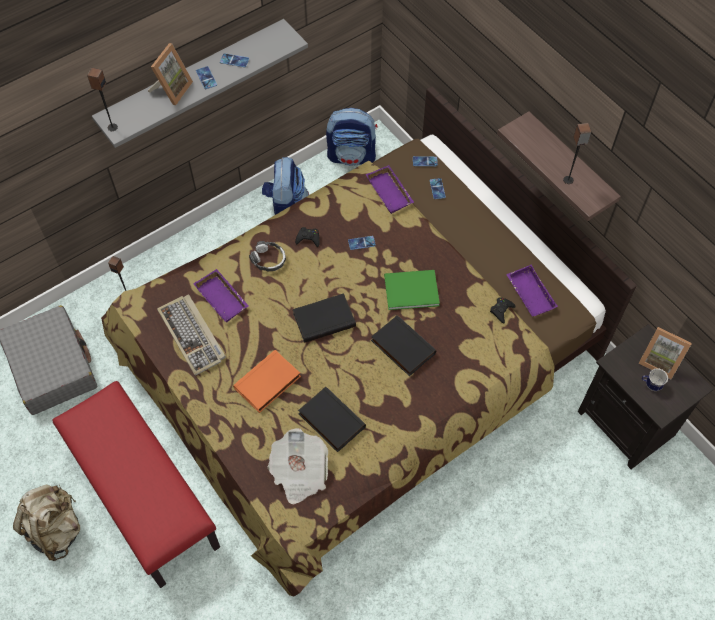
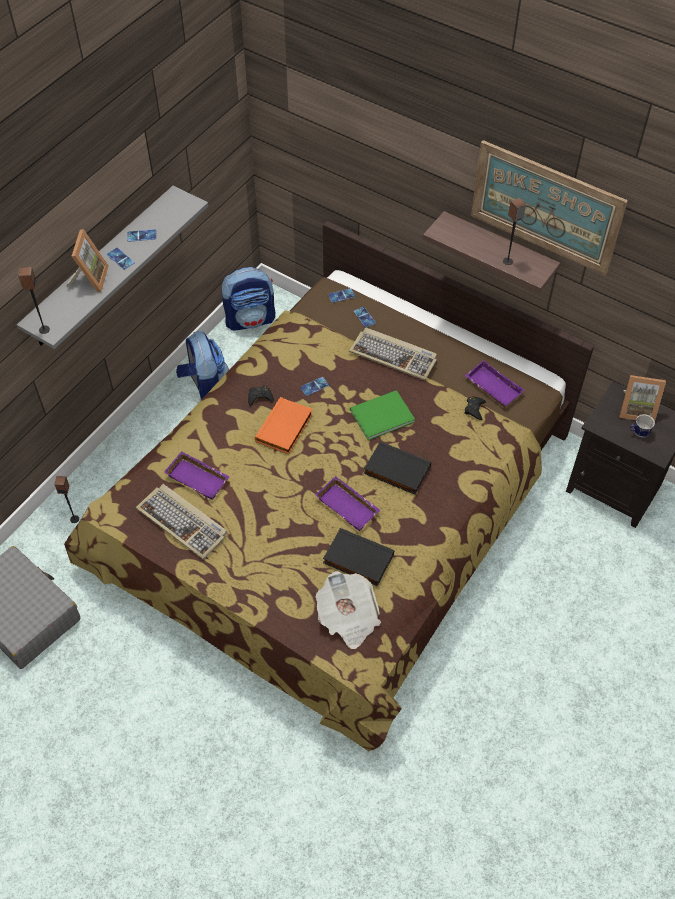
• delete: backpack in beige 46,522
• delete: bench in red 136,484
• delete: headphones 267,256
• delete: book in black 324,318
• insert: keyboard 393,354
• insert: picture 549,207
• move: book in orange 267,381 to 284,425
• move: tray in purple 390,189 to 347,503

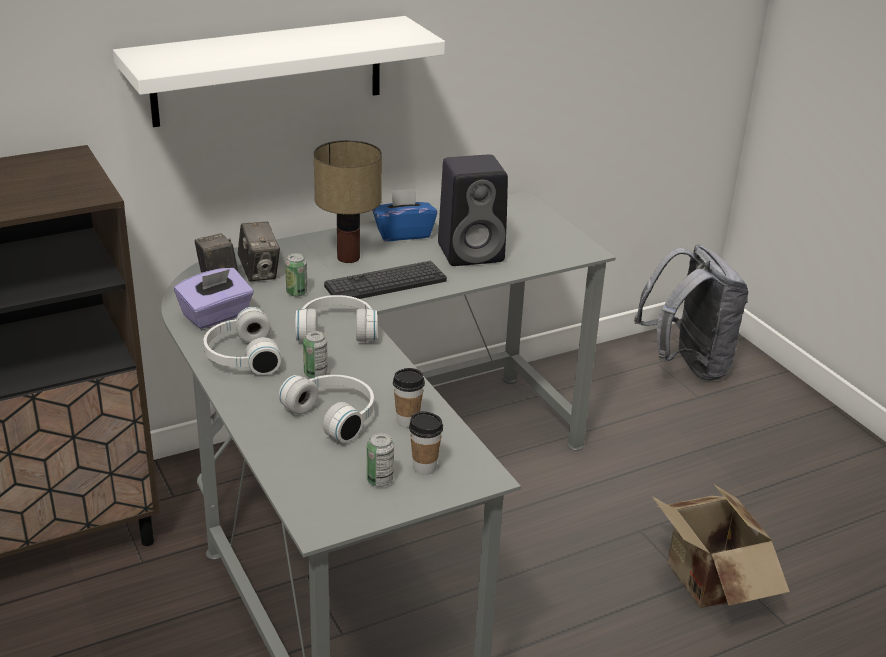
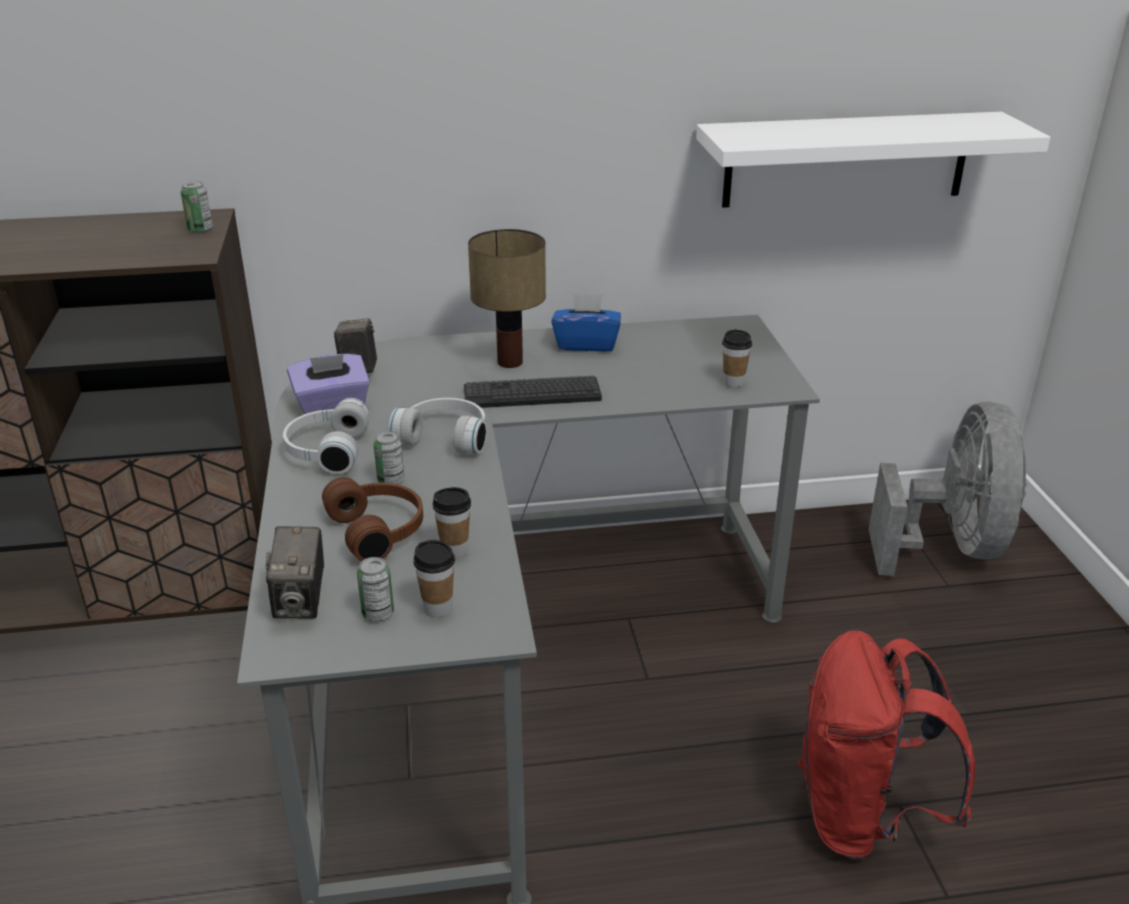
• delete: speaker in black 473,210
• insert: cup 737,358
• move: shelf in white 279,71 to 873,160
• move: photo camera 259,251 to 294,572
• move: can 296,275 to 197,207
• replace: backpack in grey 691,312 to fan in grey 948,489
• replace: cardboard box 721,545 to backpack in red 887,745
• recolor: headphones in white 326,409 to headphones in brown 372,519

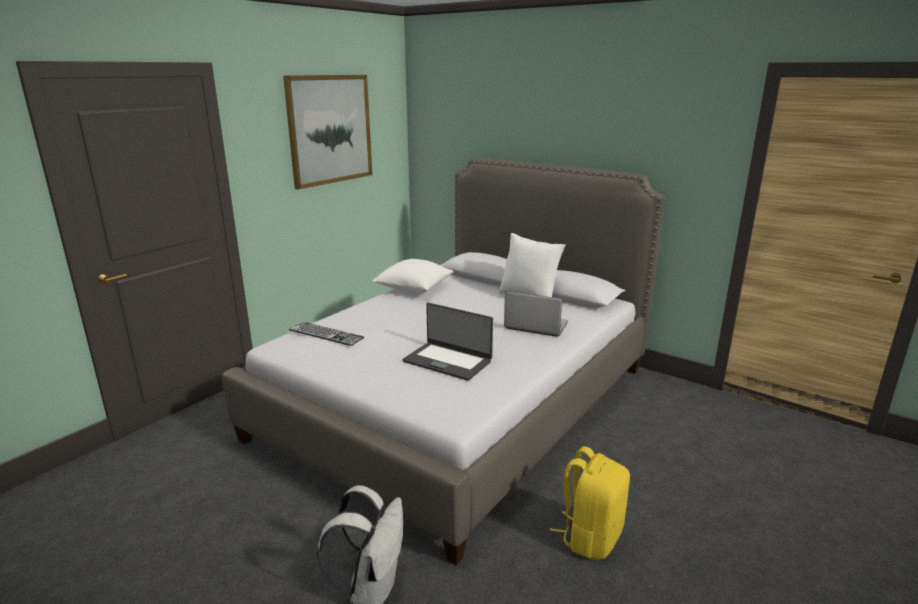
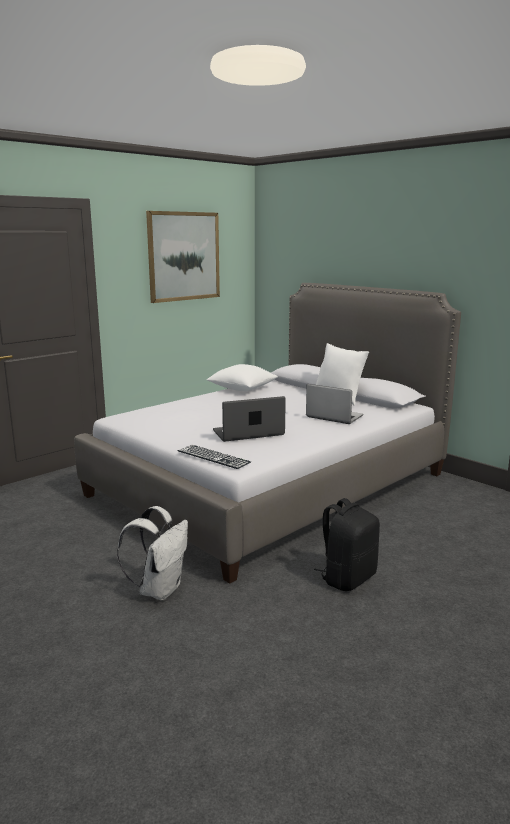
• move: keyboard 326,334 to 214,457
• recolor: backpack in yellow 590,503 to backpack in black 347,544
• rotate: laptop 448,342 = 249,419 120 degrees clockwise

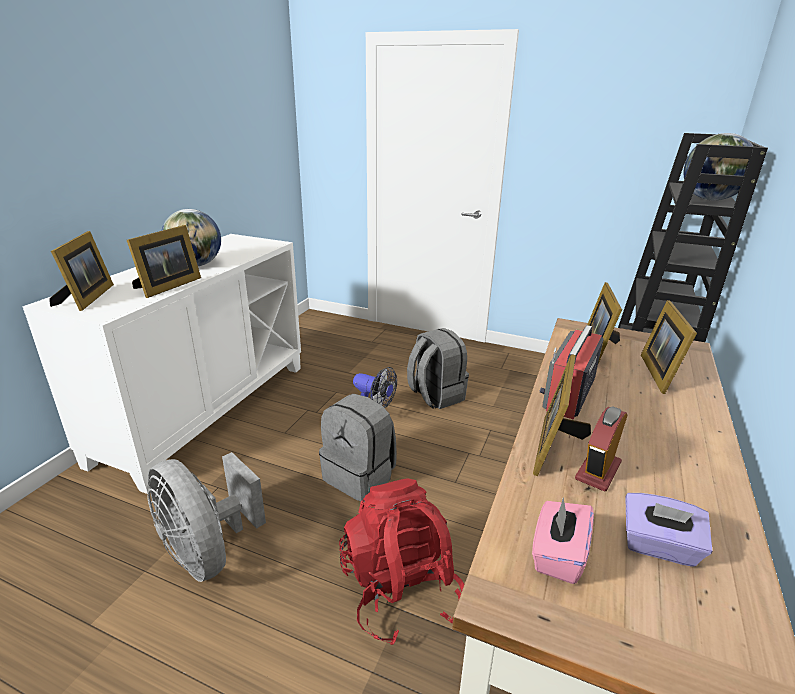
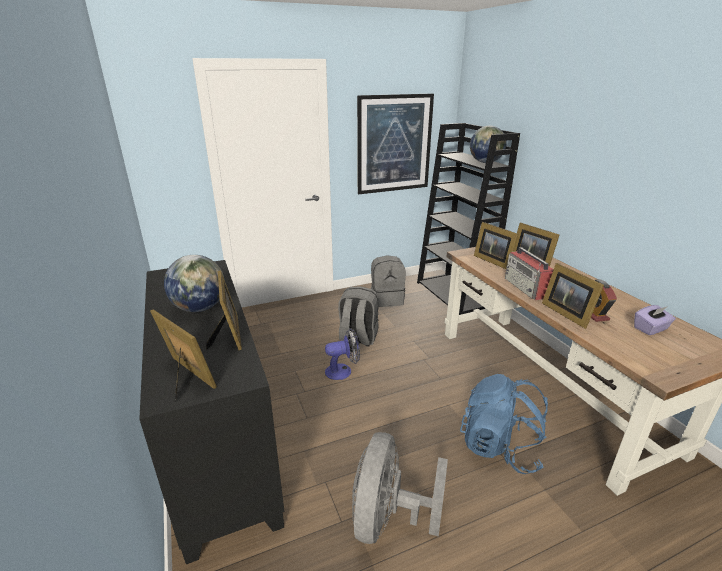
• delete: tissue box in pink 563,540
• insert: picture 395,144
• move: backpack in grey 358,448 to 388,281
• recolor: cabinet in white 161,364 to cabinet in black 212,412
• recolor: backpack in red 401,561 to backpack in blue 504,424
• rotate: fan in grey 206,517 = 400,488 105 degrees clockwise

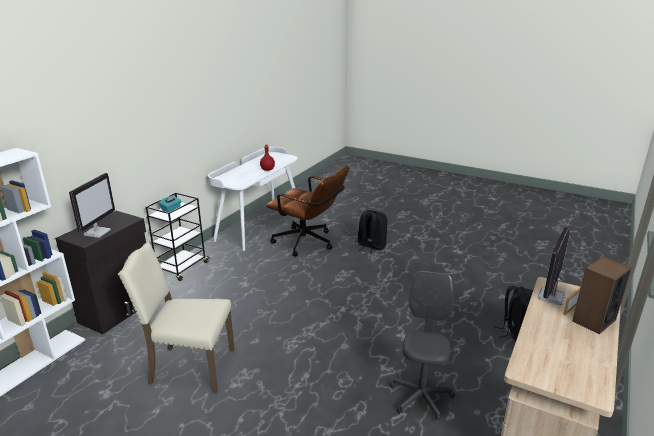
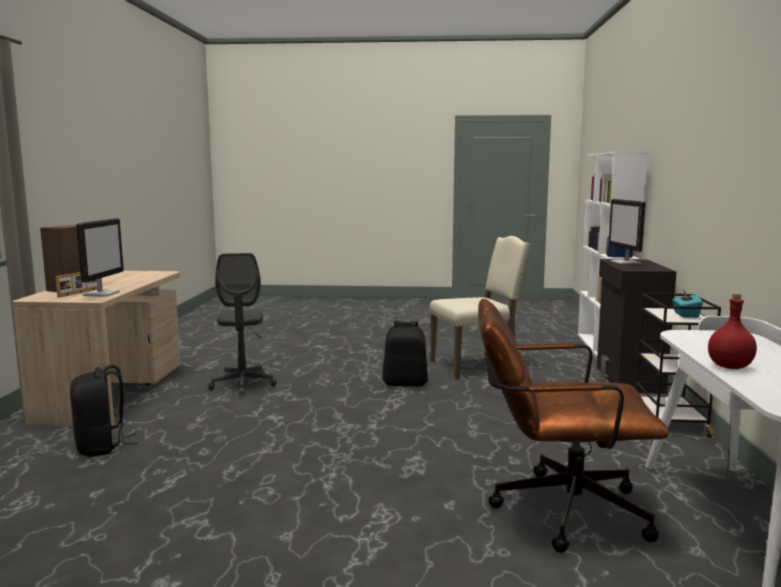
• move: backpack in black 372,232 to 405,353

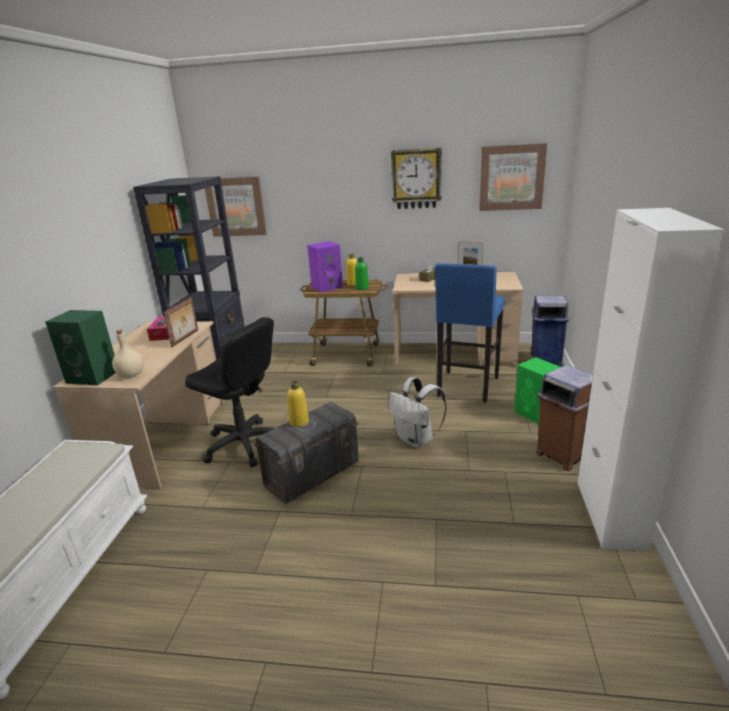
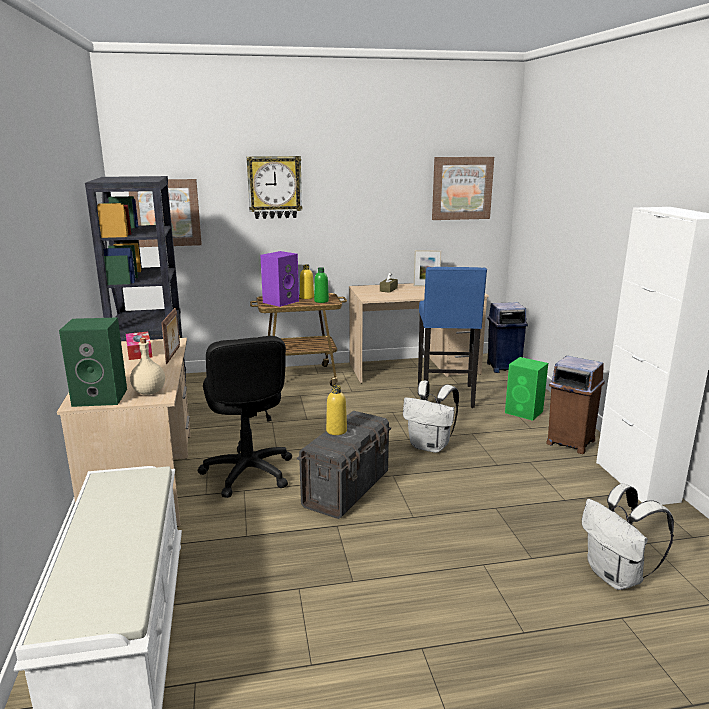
• insert: backpack in white 628,536
• move: wall clock 416,178 to 274,187
• rotate: office chair in black 230,392 = 245,417 60 degrees clockwise

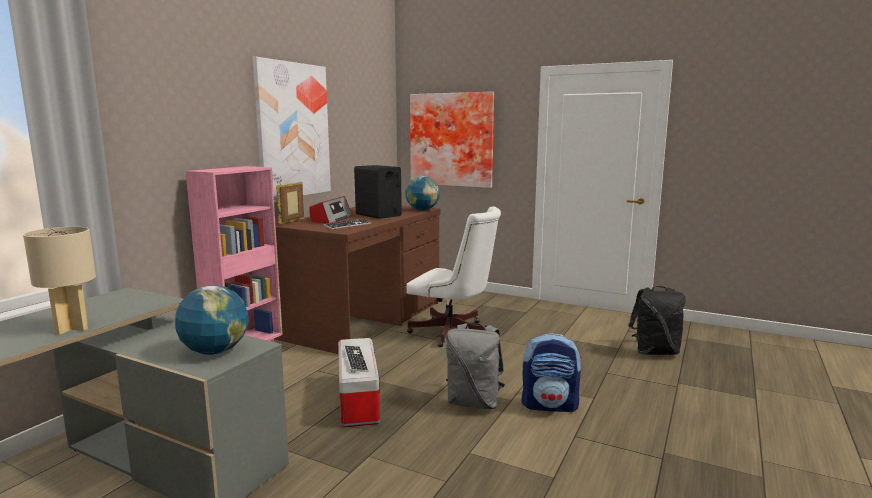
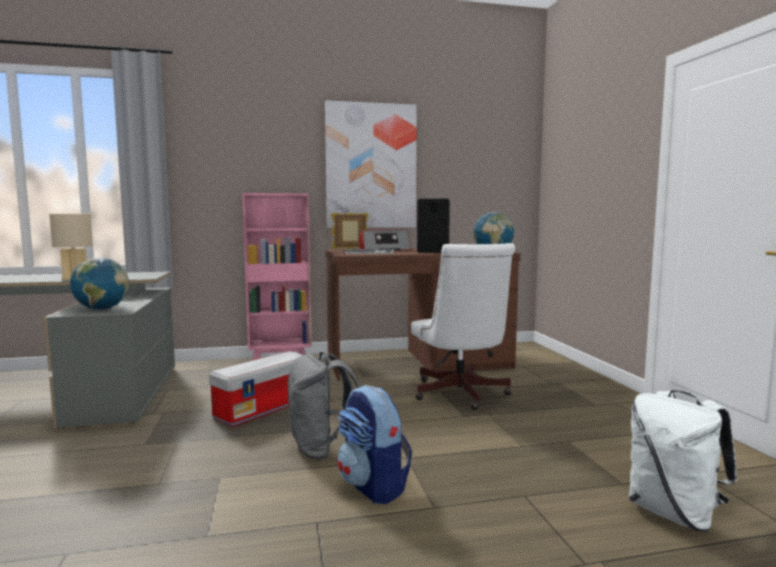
• delete: keyboard 356,359
• delete: picture 452,140
• recolor: backpack in black 656,320 to backpack in white 683,461

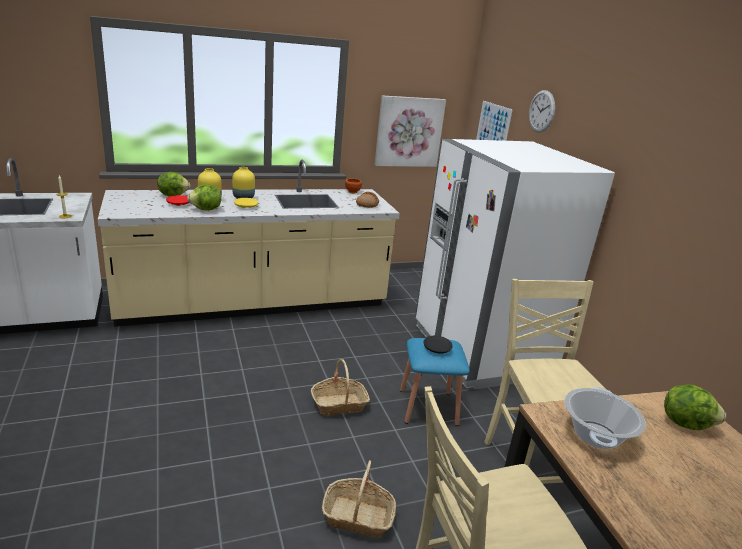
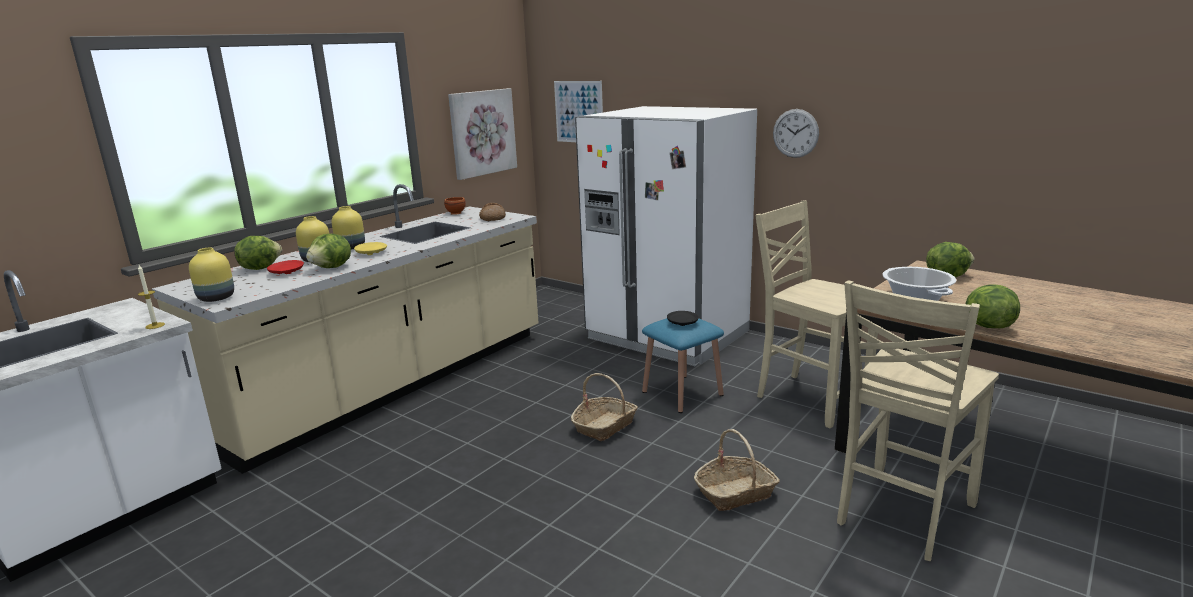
• insert: vase in yellow 211,275
• insert: lettuce 992,306
• move: wall clock 542,111 to 796,133

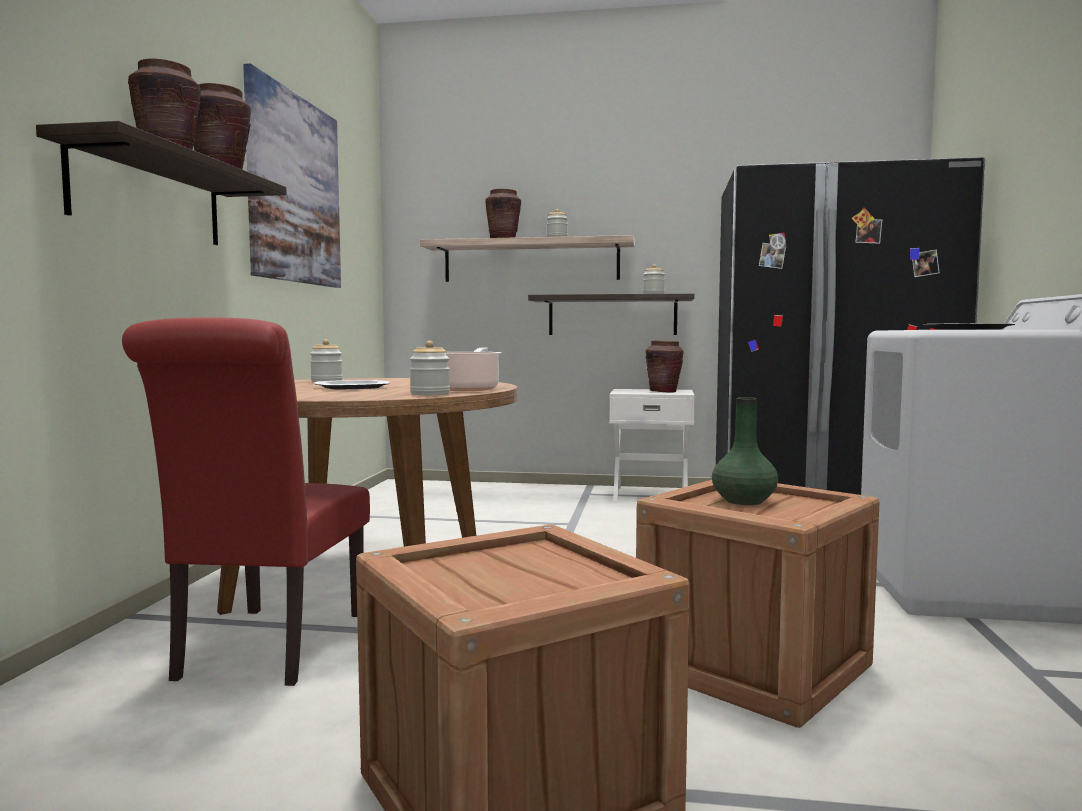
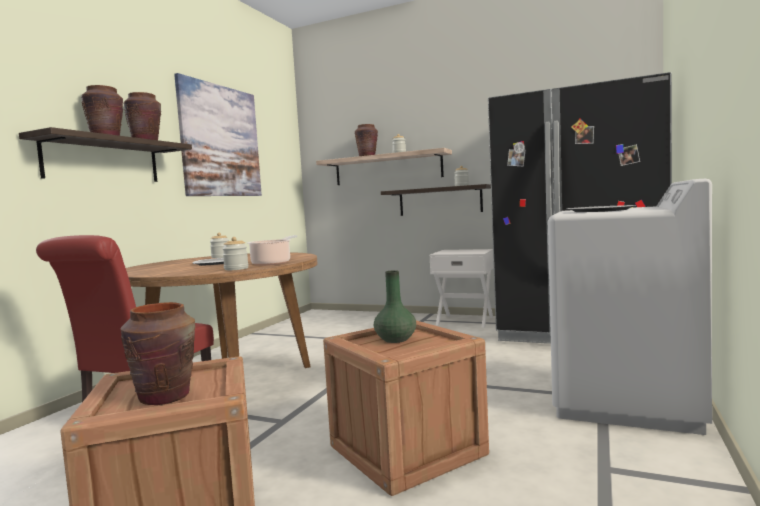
• move: vase in brown 665,367 to 158,353

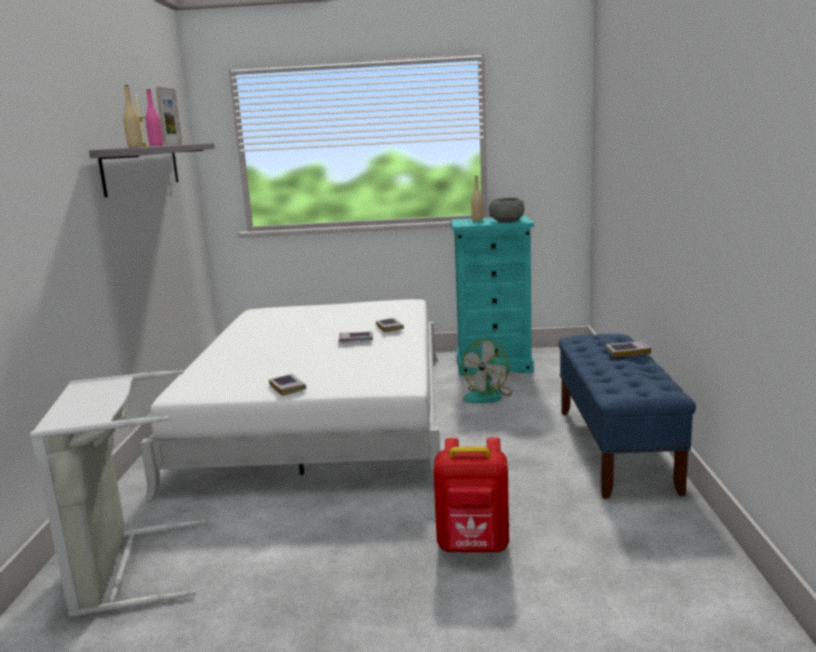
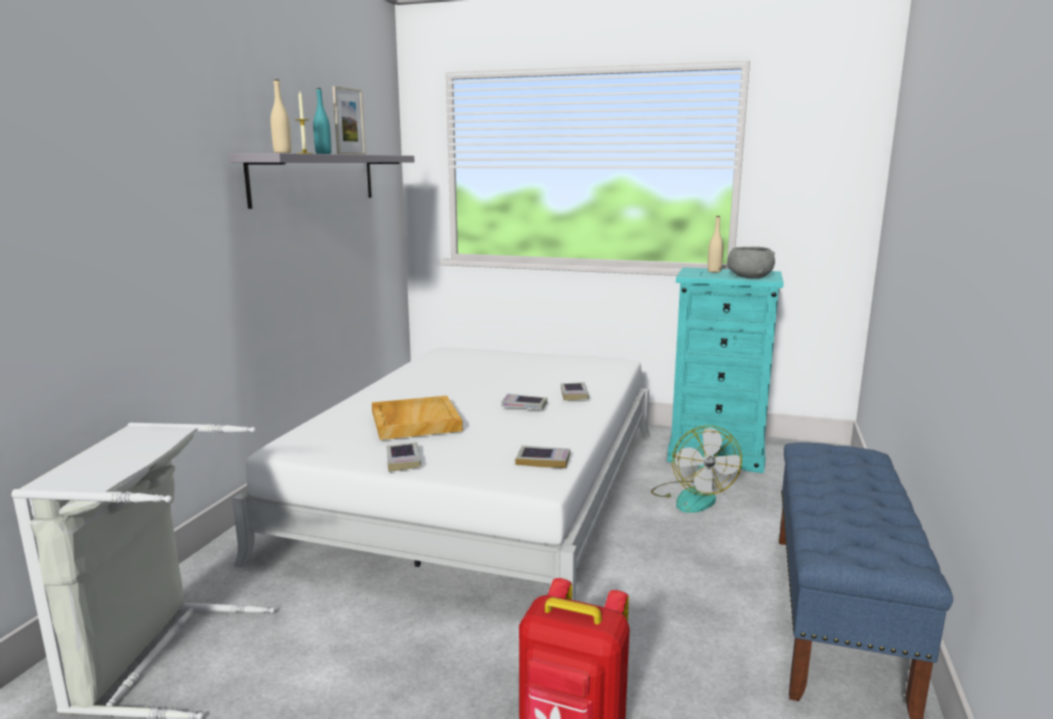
• insert: tray in beige 417,418
• move: book 628,349 to 542,456
• recolor: bottle in pink 154,117 to bottle in turquoise 322,121
• rotate: fan 487,371 = 696,469 60 degrees counterclockwise

